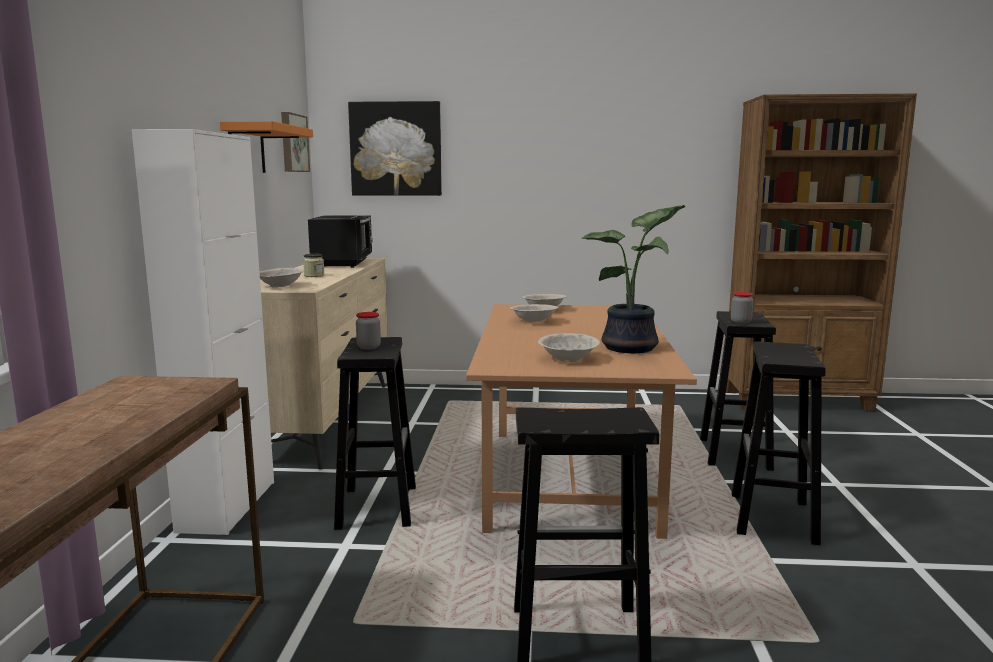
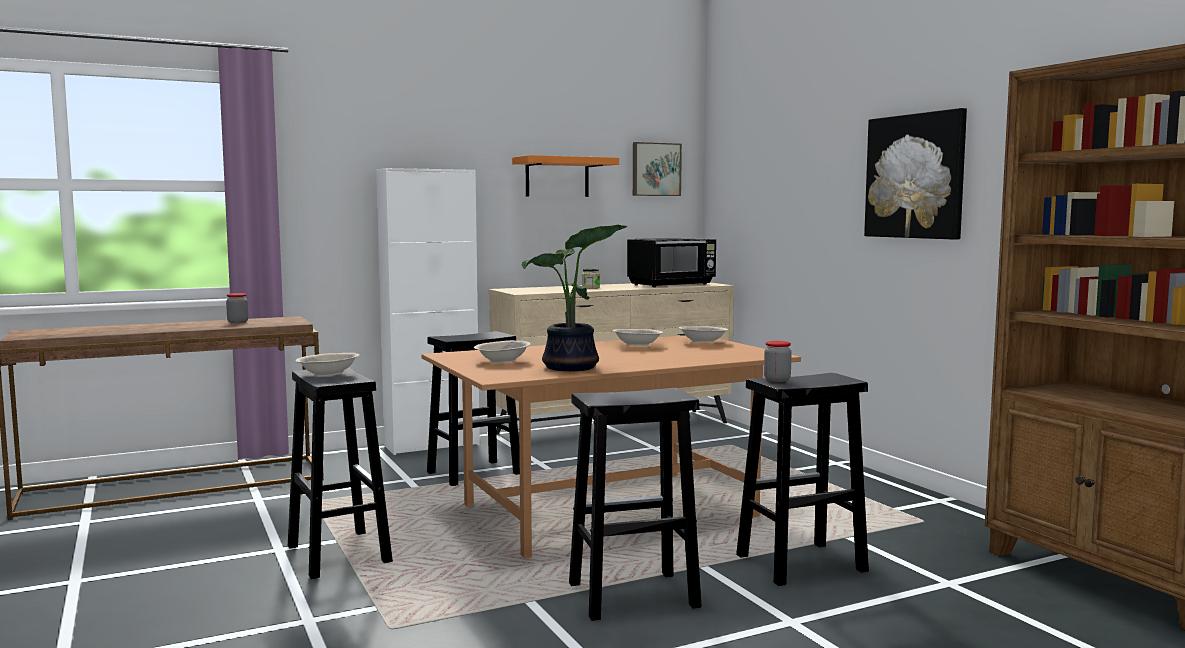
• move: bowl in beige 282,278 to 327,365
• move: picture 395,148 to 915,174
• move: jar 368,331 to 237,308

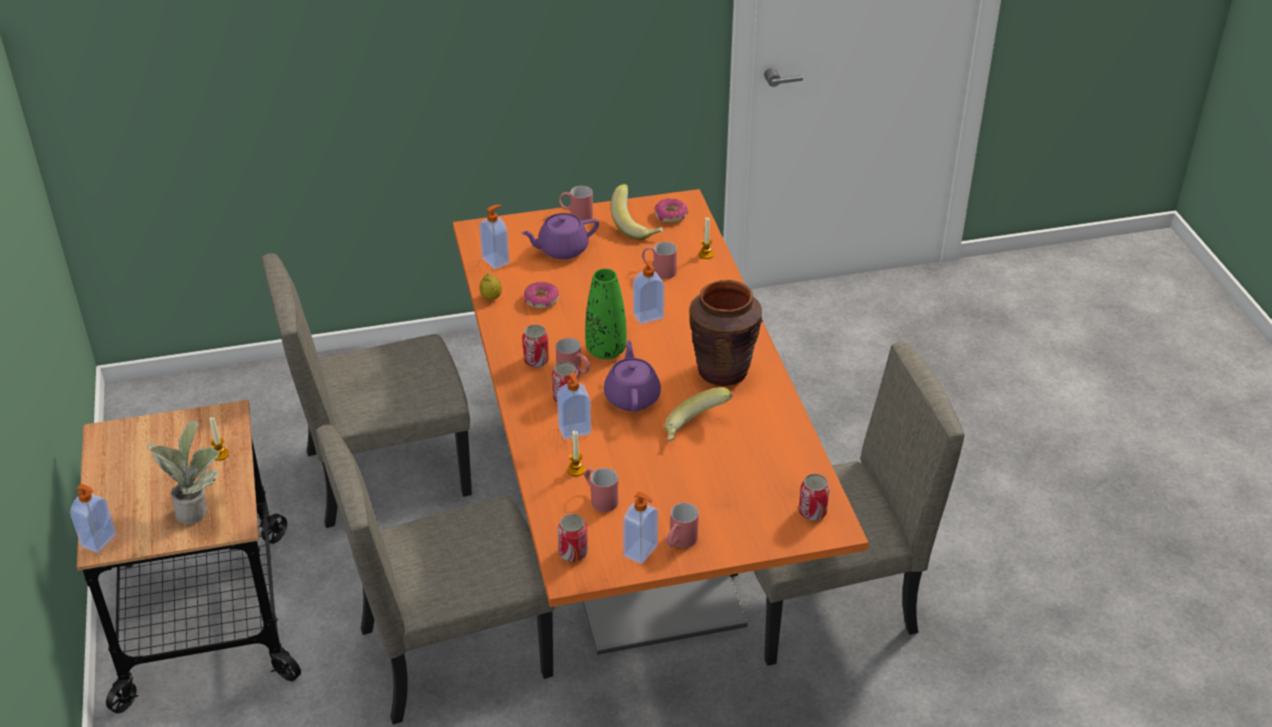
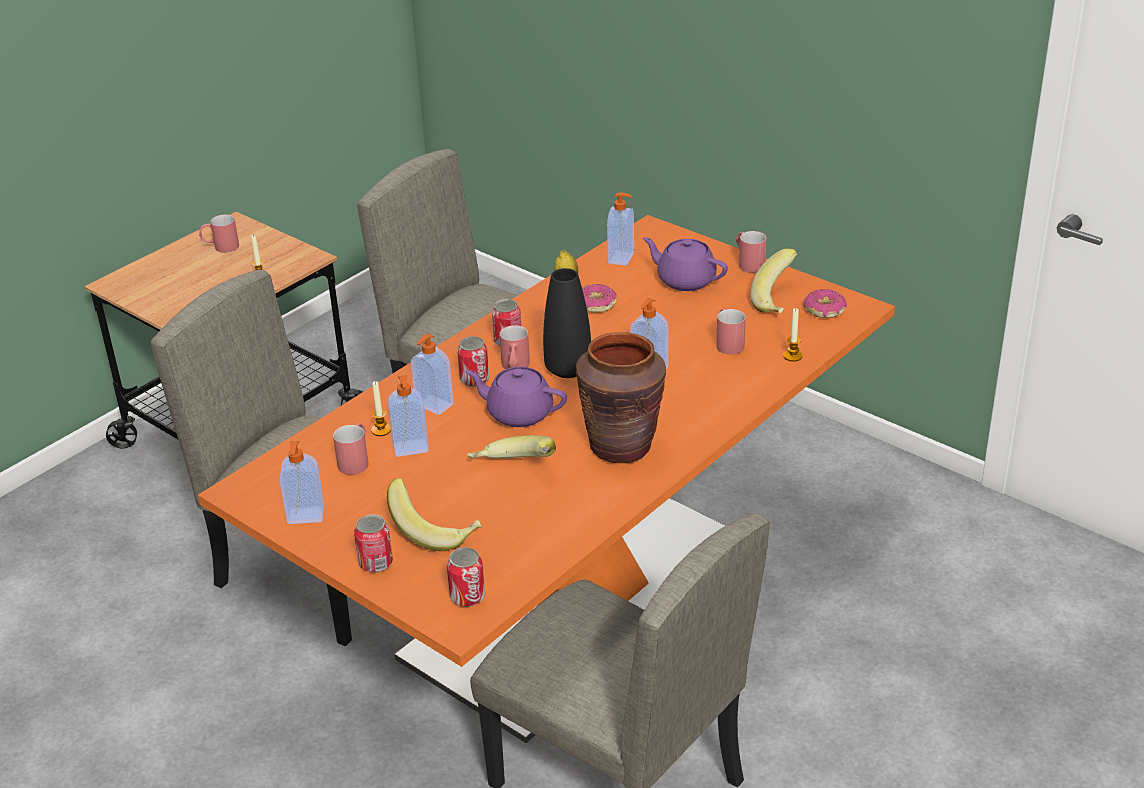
• delete: potted plant 183,472
• insert: banana 434,514
• move: soap dispenser 93,518 to 408,416
• move: can 573,538 to 373,543
• move: mug in red 682,525 to 219,234
• recolor: vase in green 605,314 to vase in black 567,323
• rotate: teapot in purple 632,376 = 516,397 120 degrees counterclockwise

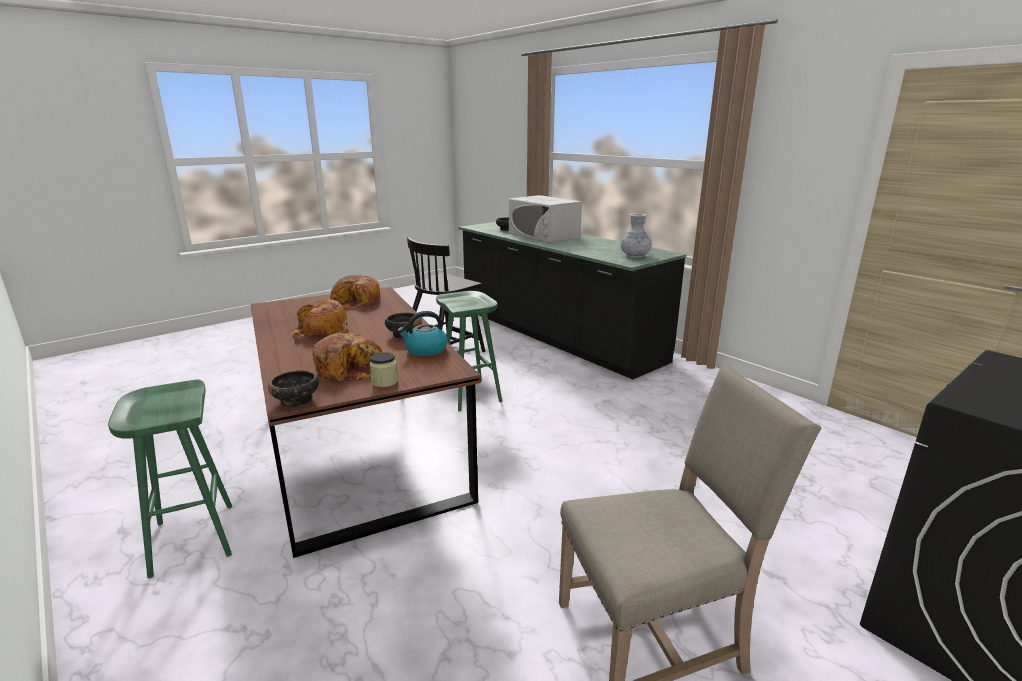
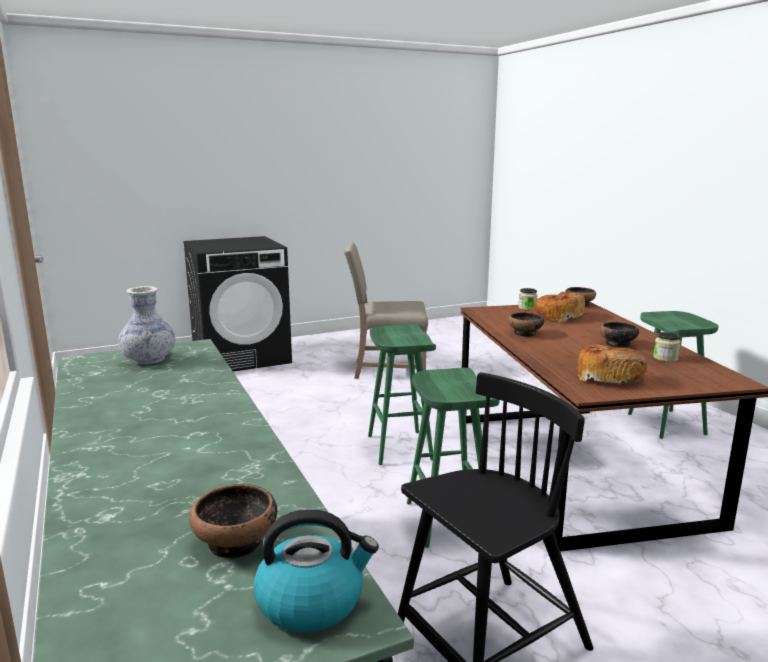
• delete: microwave in white 545,219
• insert: stool in green 402,394
• insert: jar 667,347
• move: kettle 422,333 to 316,570
• replace: bread 319,318 to bowl 619,335

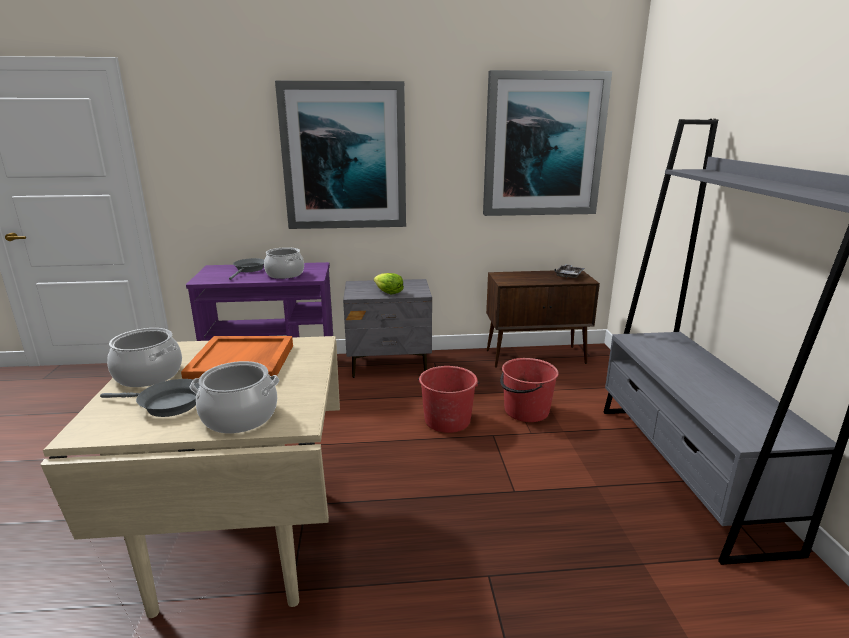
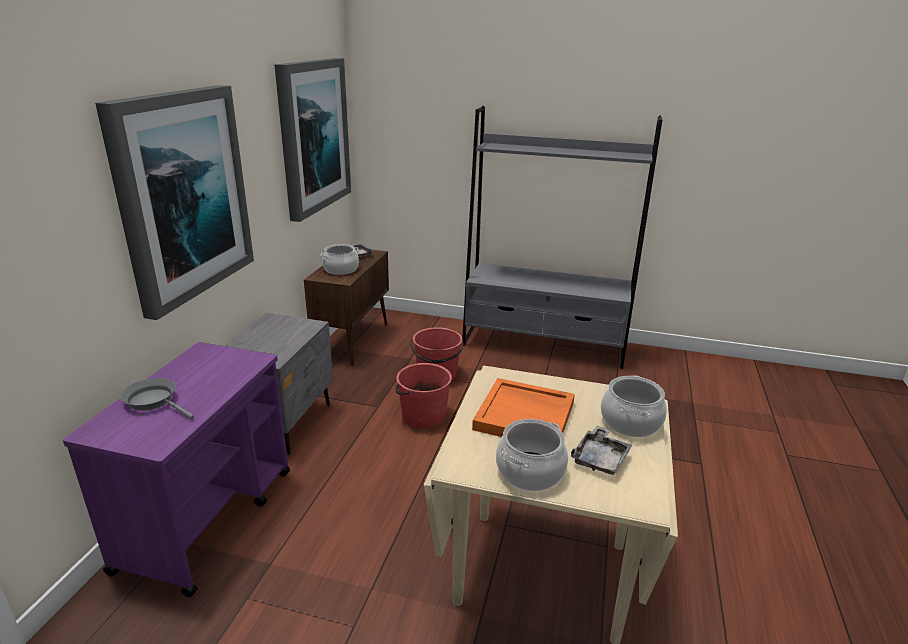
• delete: lettuce 389,284
• move: cooking pot 284,263 to 339,259
• replace: frying pan in grey 150,398 to tray in grey 601,450

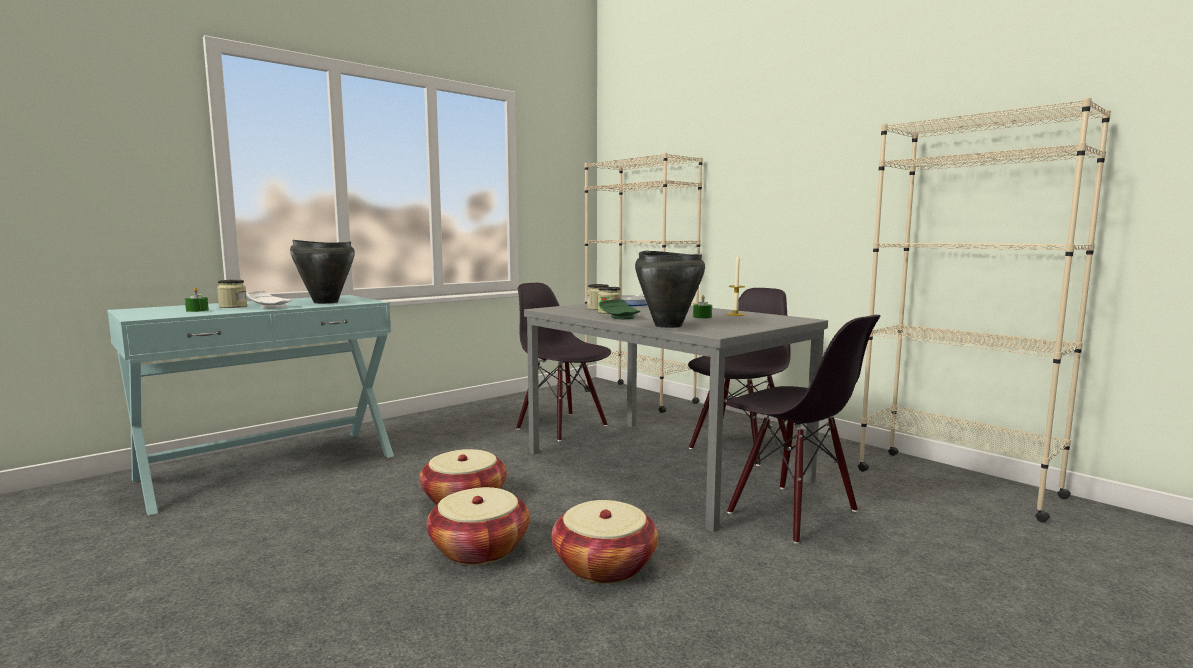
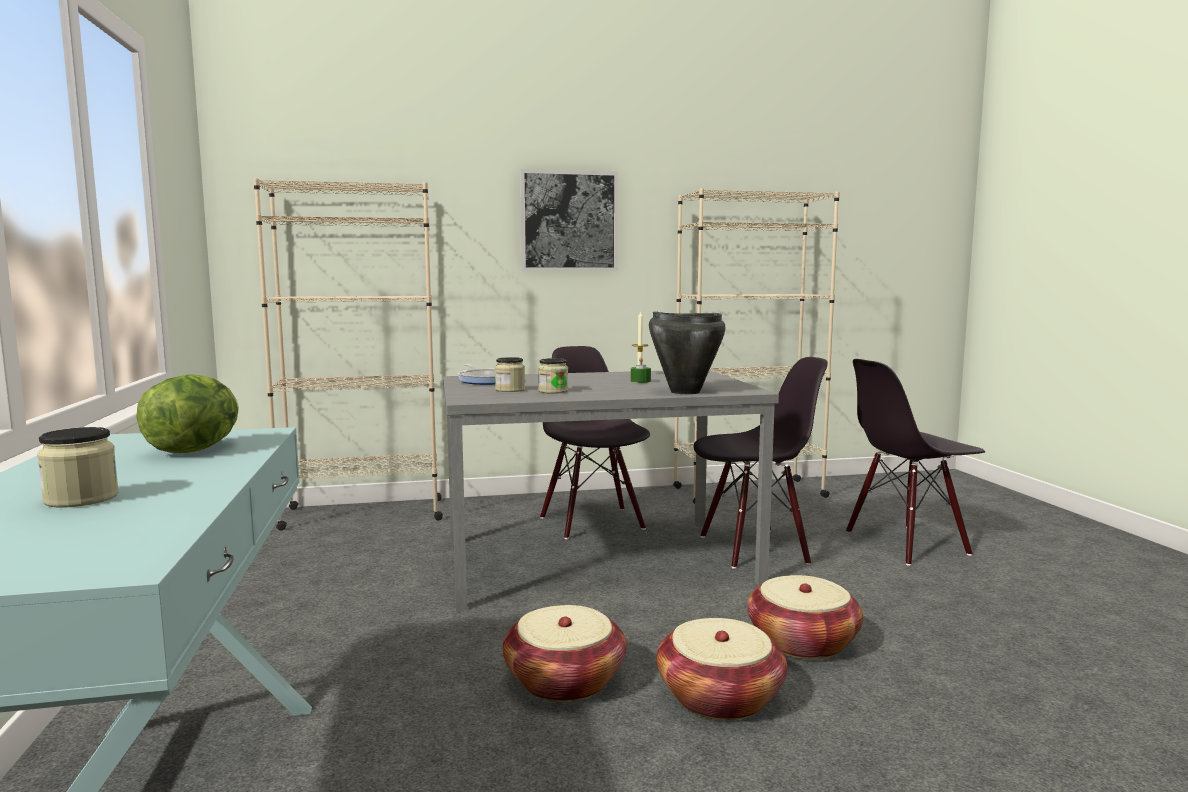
• delete: candle in green 197,299
• delete: plate in white 270,299
• delete: plate in green 620,309
• insert: picture 569,220
• move: chair in black 563,362 to 915,462
• replace: cooking pot in black 322,272 to lettuce 187,414

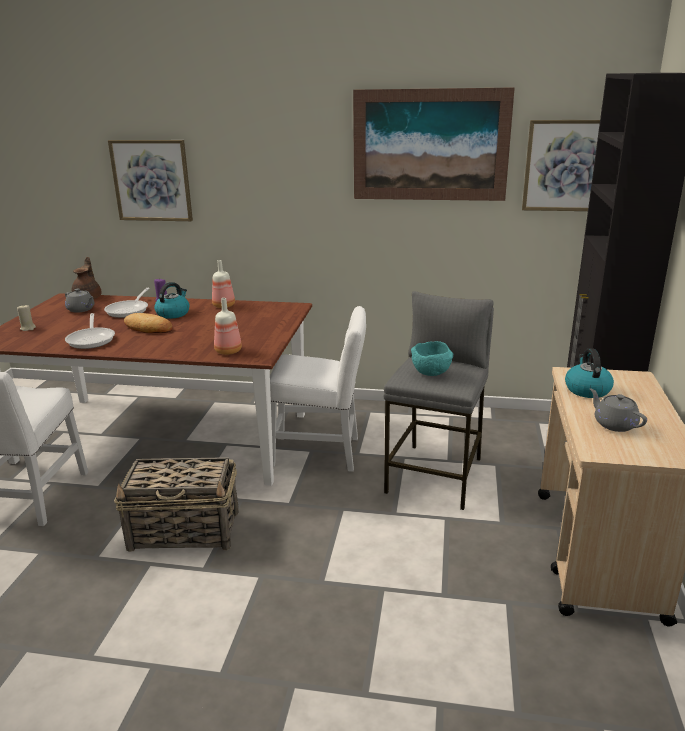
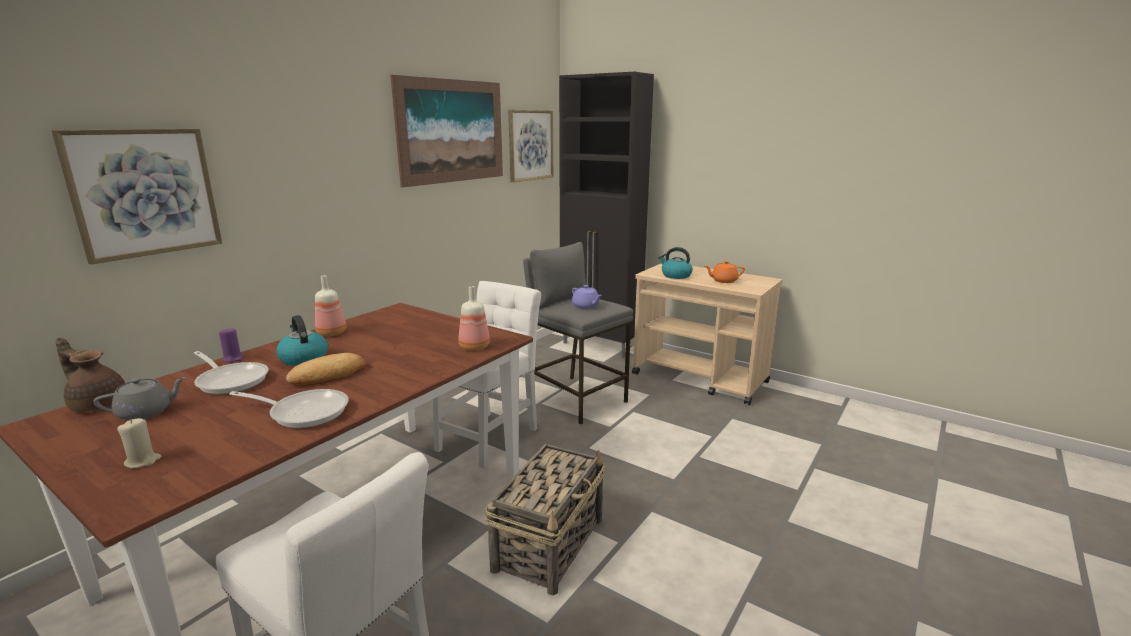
• replace: bowl in turquoise 432,358 to teapot in purple 587,297
• recolor: teapot in grey 618,410 to teapot in orange 725,272

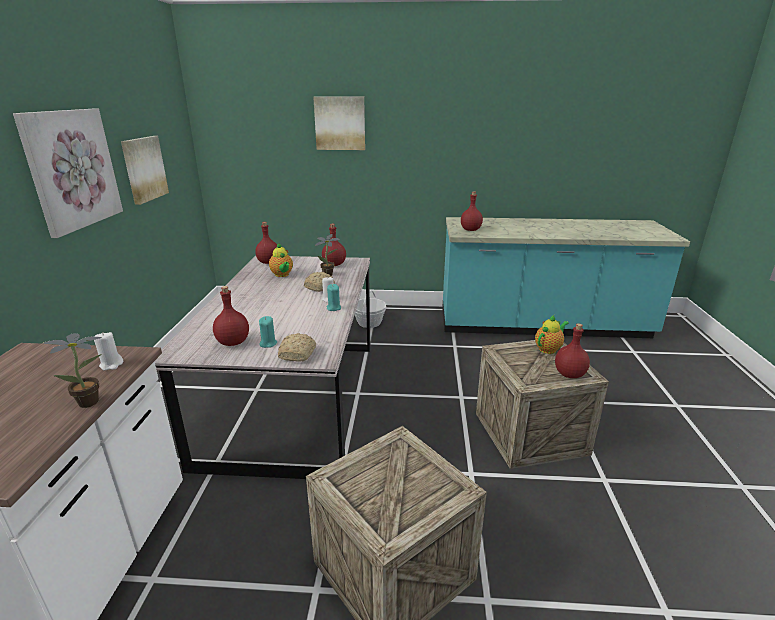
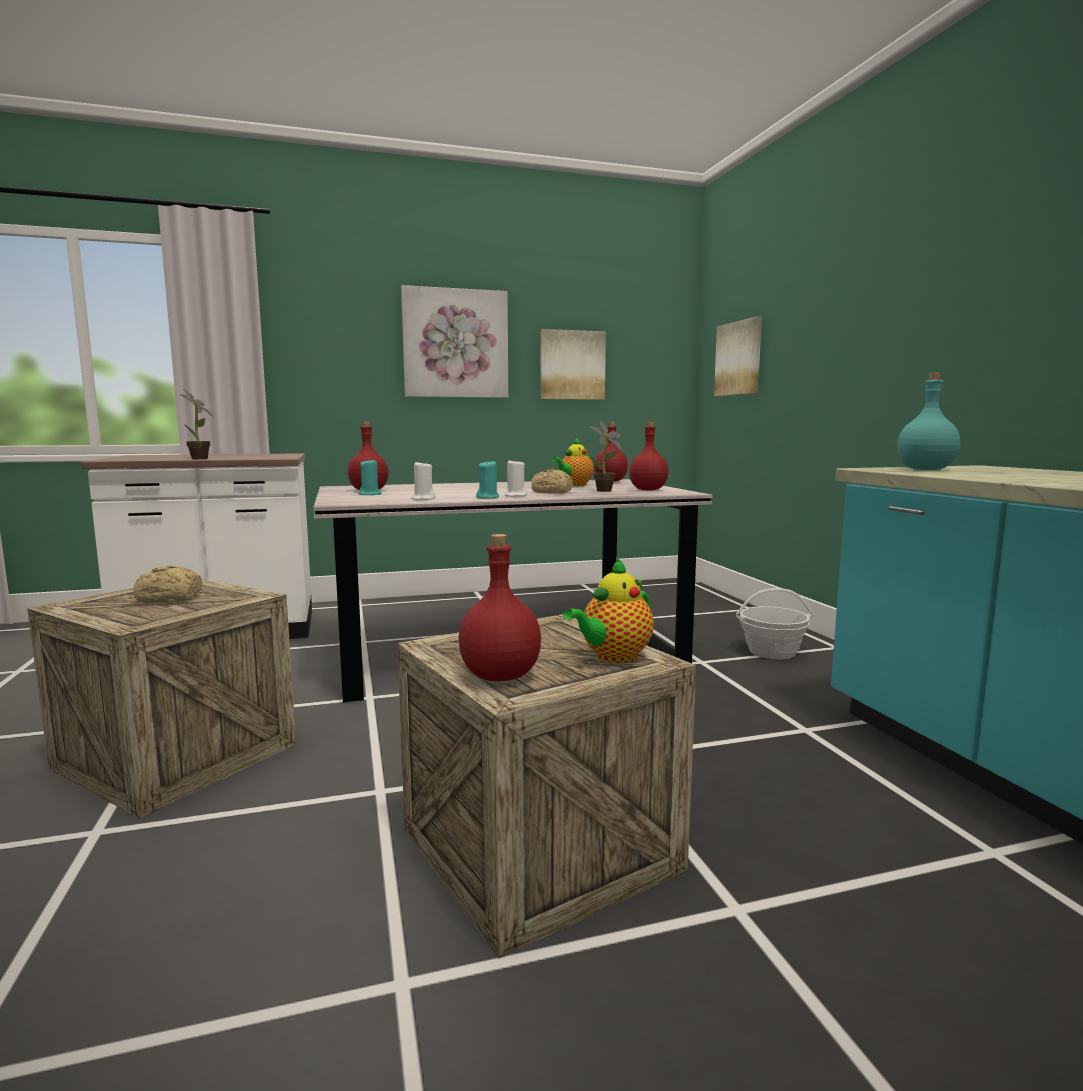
• move: candle in white 108,351 to 423,480
• move: bread 297,347 to 168,584
• move: picture 339,123 to 738,356
• recolor: bottle in red 472,211 to bottle in turquoise 928,421
• rotate: teapot 552,334 = 608,610 105 degrees clockwise

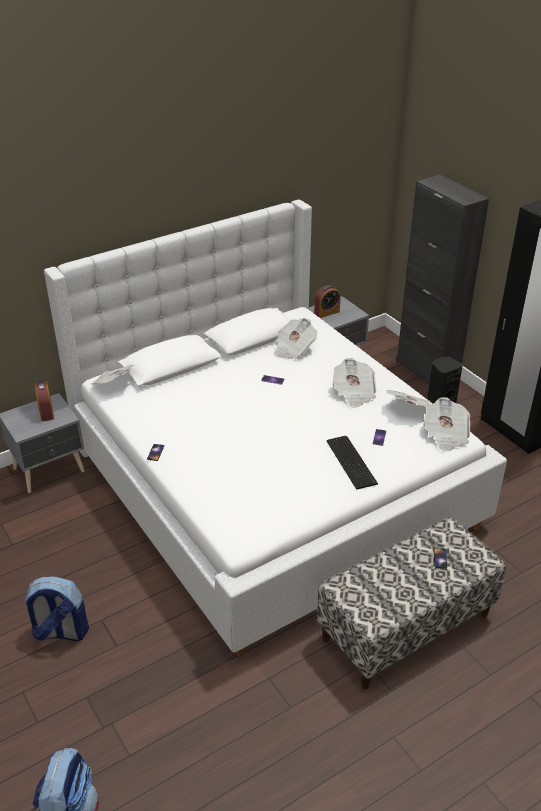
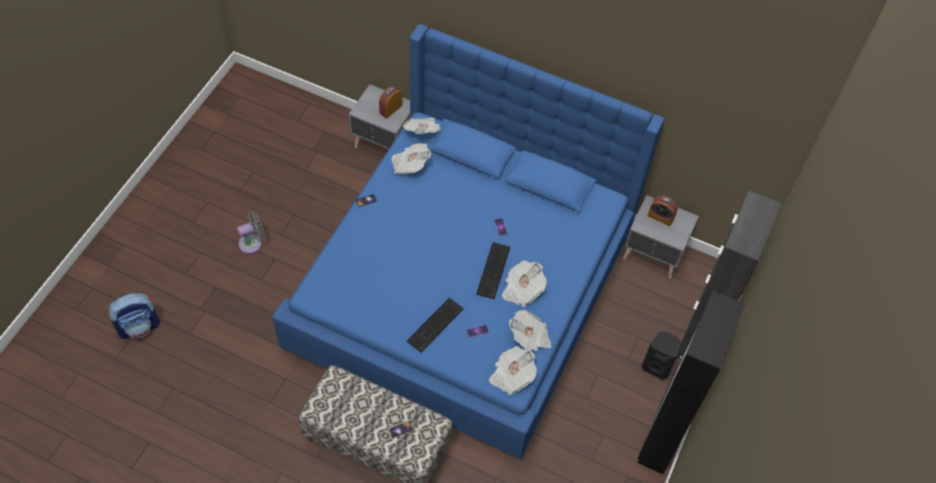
• insert: keyboard 493,270
• move: newspaper 295,338 to 411,158
• replace: backpack 56,608 to fan in grey 251,232
• recolor: bed in white 275,428 to bed in blue 468,241

